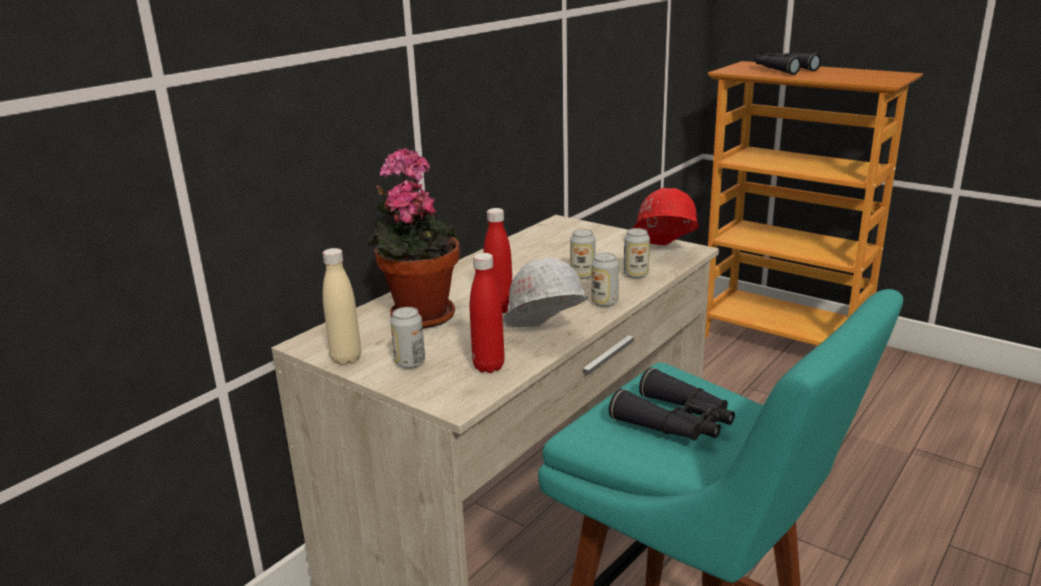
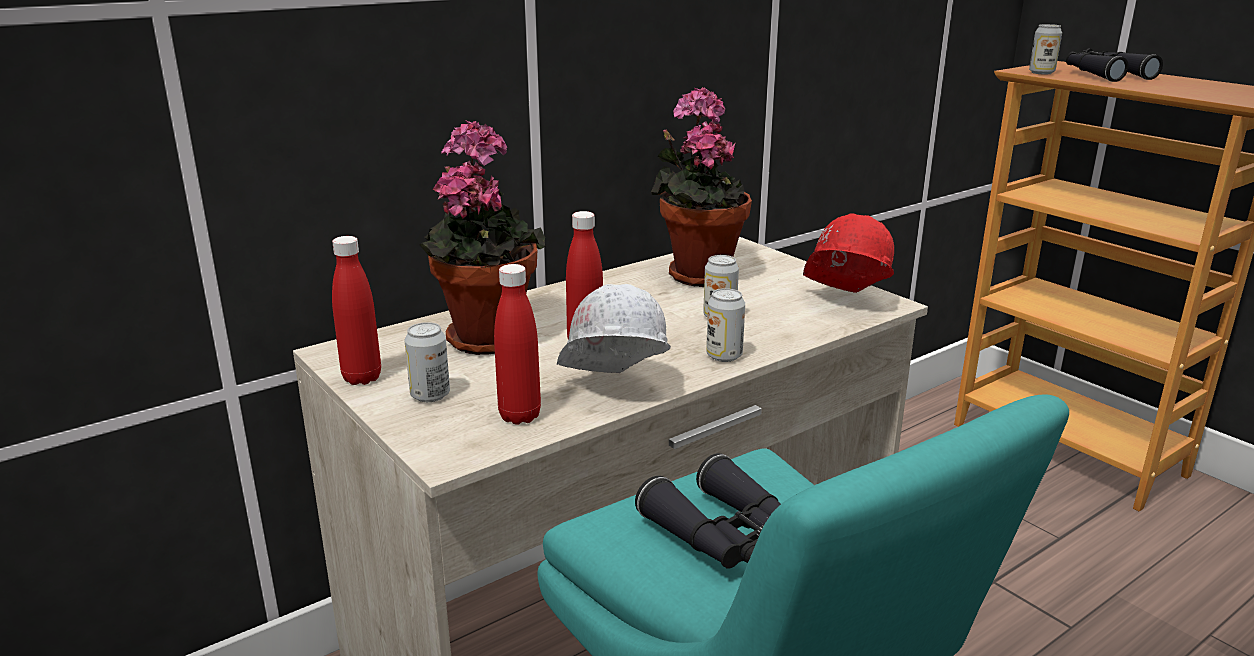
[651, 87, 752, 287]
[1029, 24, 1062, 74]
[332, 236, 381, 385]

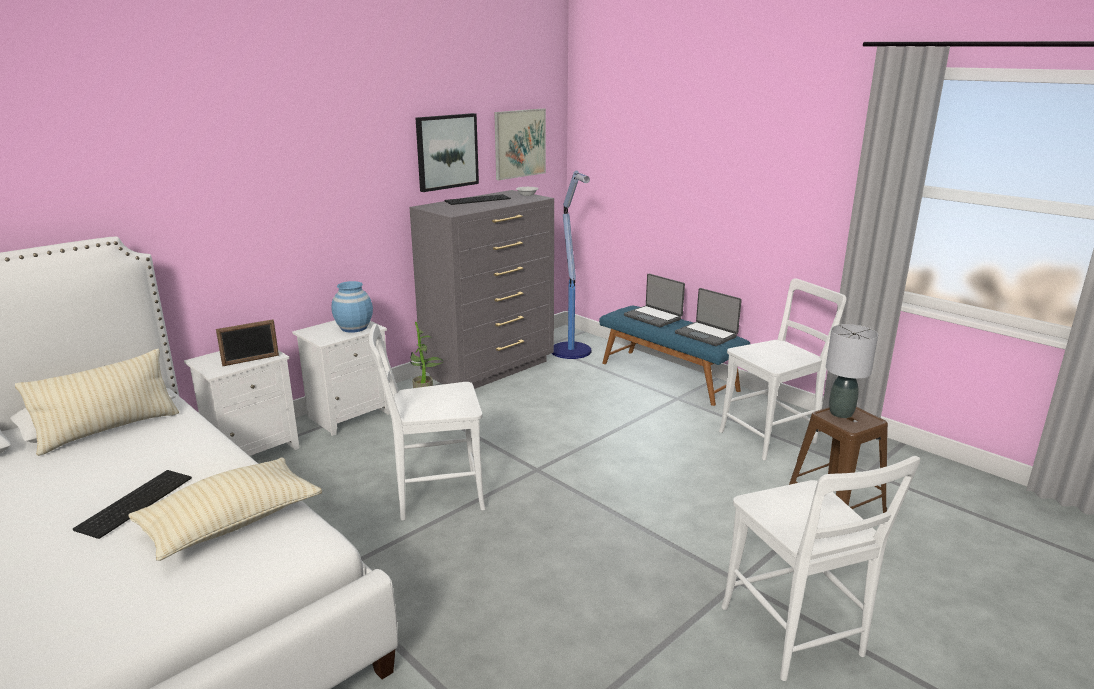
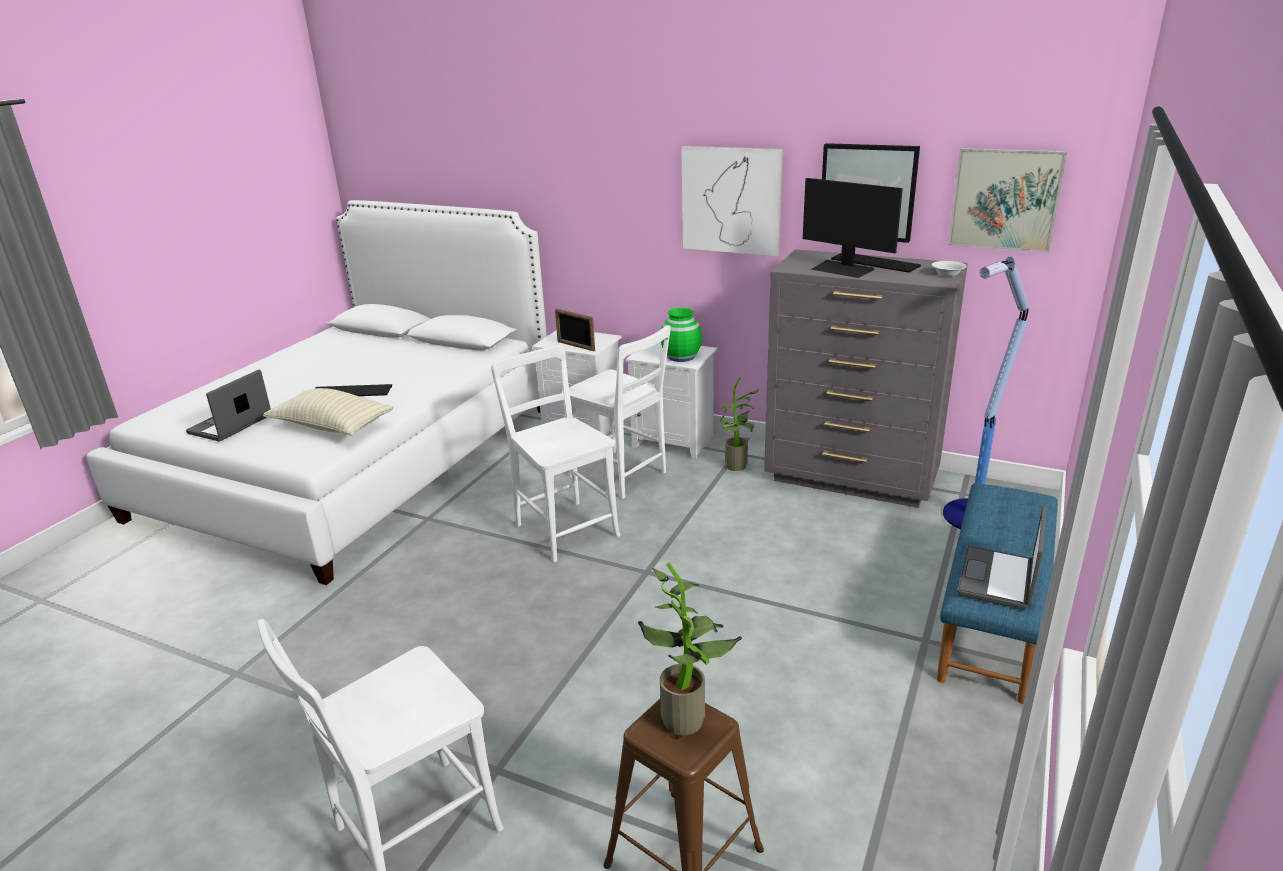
[15, 349, 179, 456] (first image)
[681, 146, 783, 256]
[803, 178, 903, 278]
[186, 370, 271, 442]
[562, 325, 671, 499]
[638, 562, 742, 735]
[661, 308, 702, 362]

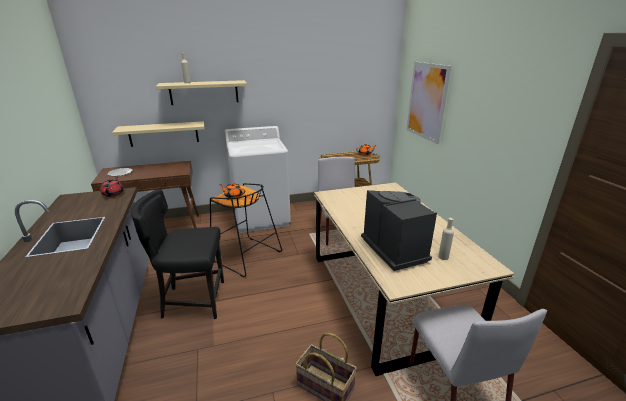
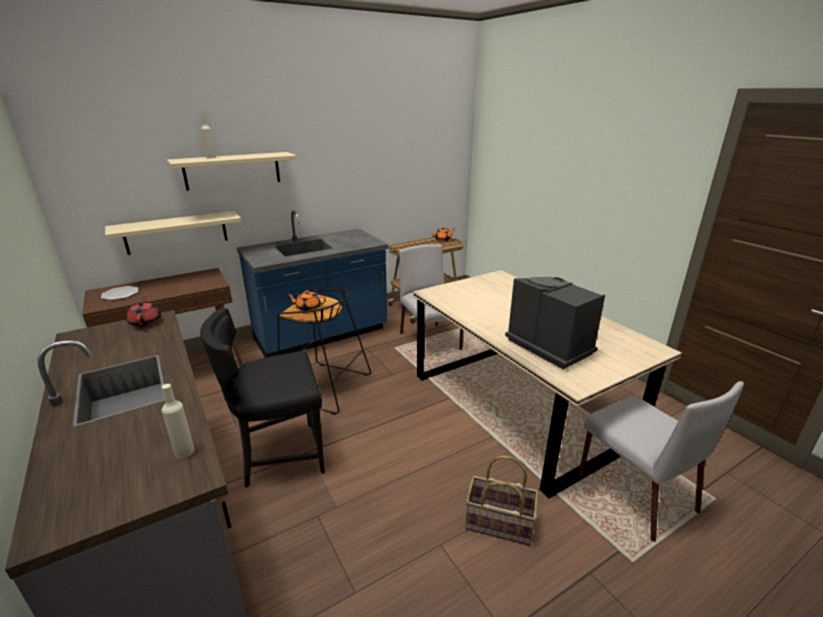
[406, 62, 451, 144] (first image)
[161, 384, 195, 459]
[237, 211, 388, 358]

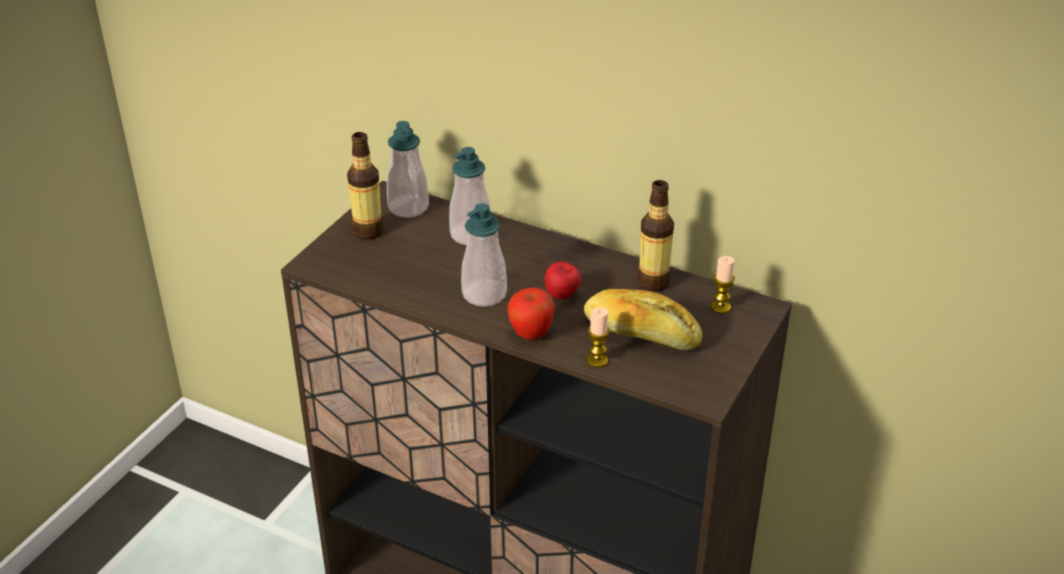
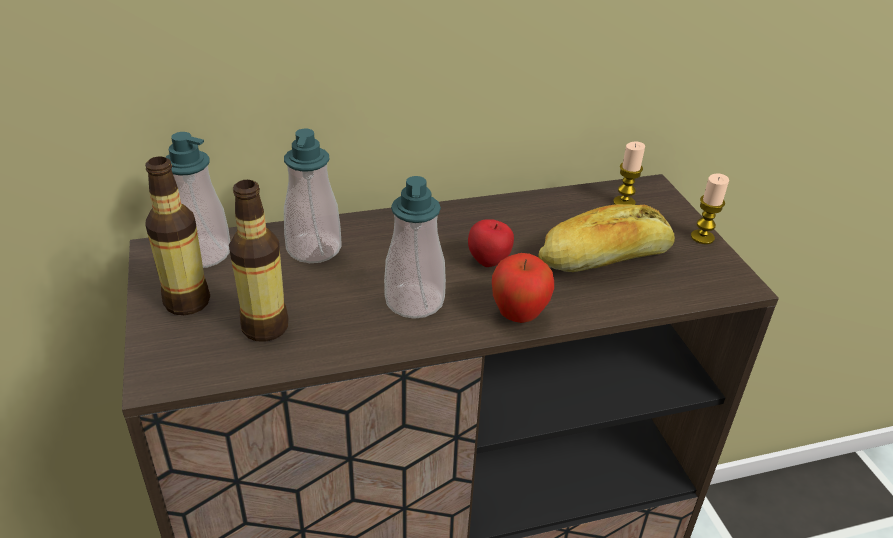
[691, 173, 729, 244]
[229, 180, 288, 342]

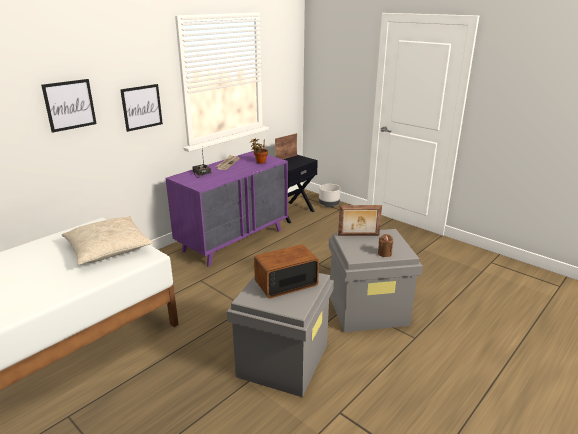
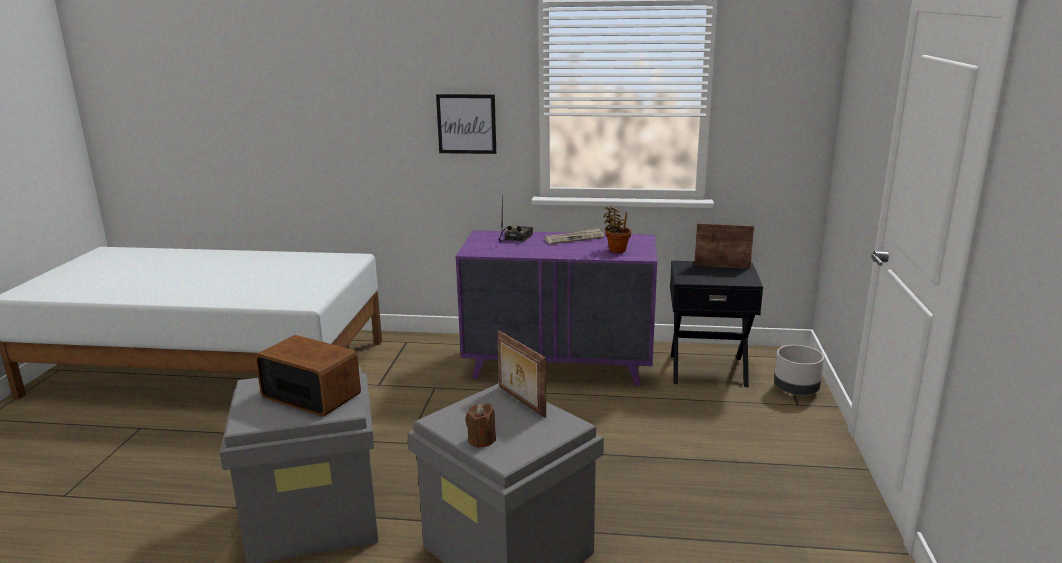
[41, 79, 97, 133] (first image)
[62, 216, 153, 265] (first image)

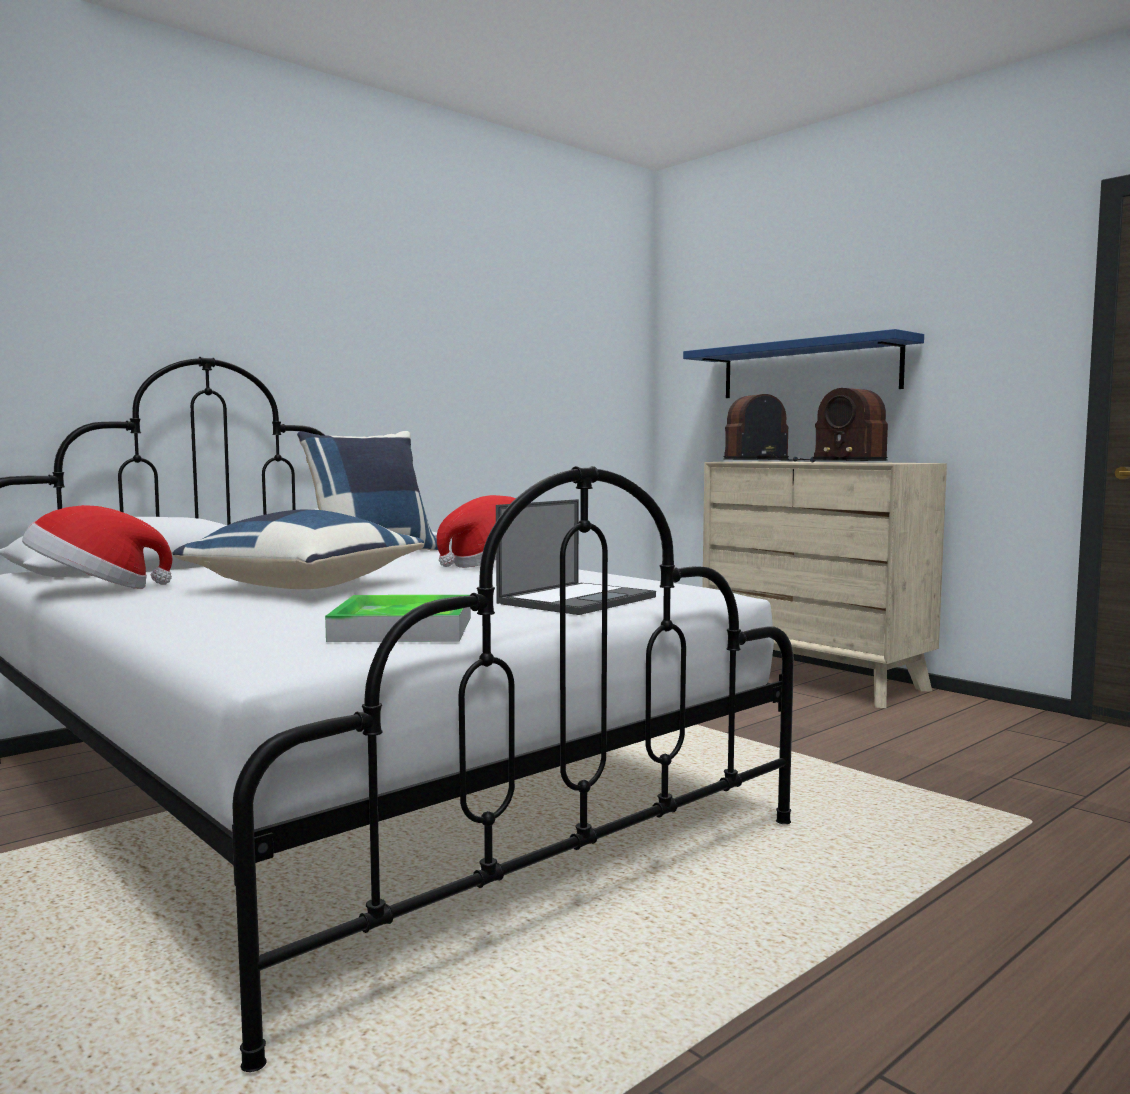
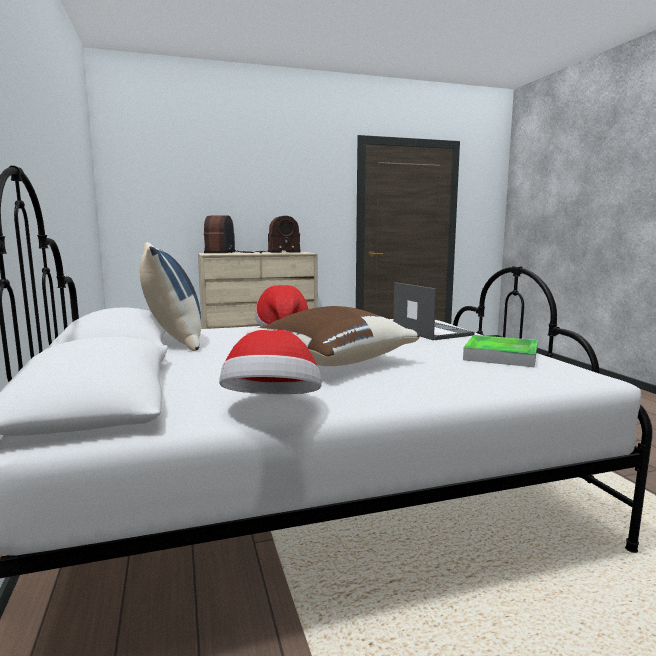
[683, 329, 924, 398] (first image)
[246, 306, 419, 366]

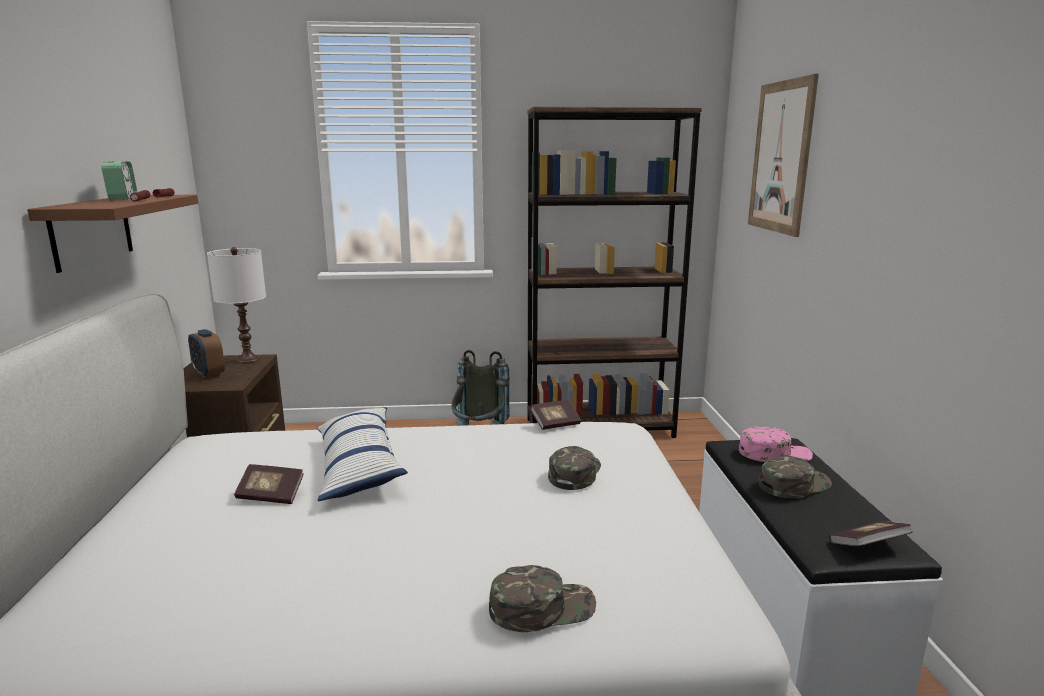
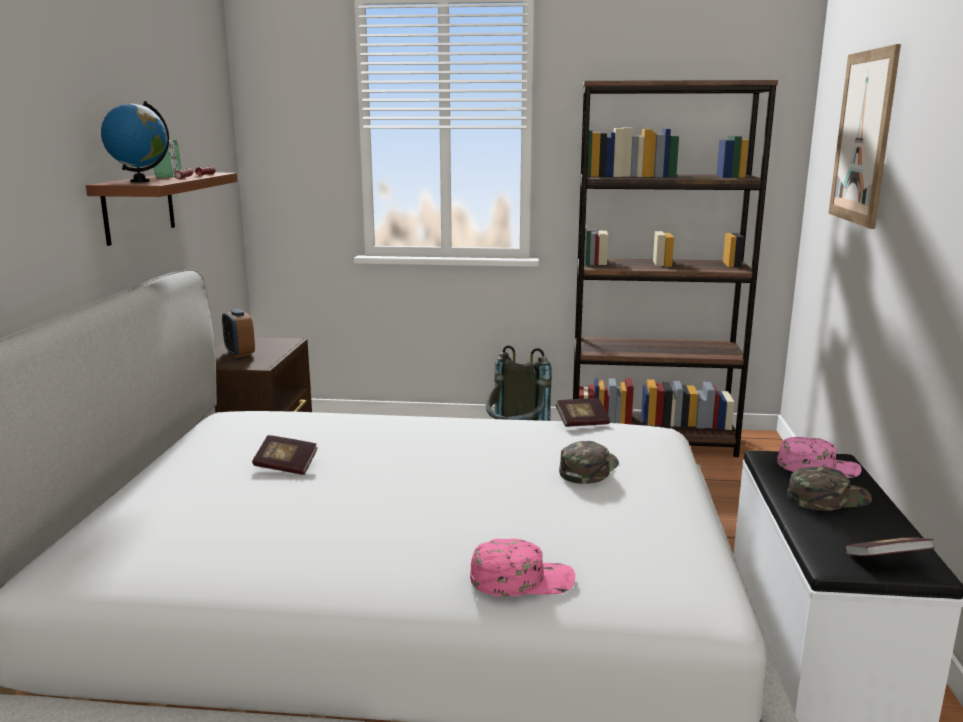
[207, 247, 266, 364] (first image)
[317, 407, 408, 501] (first image)
[101, 101, 169, 183]
[470, 539, 575, 597]

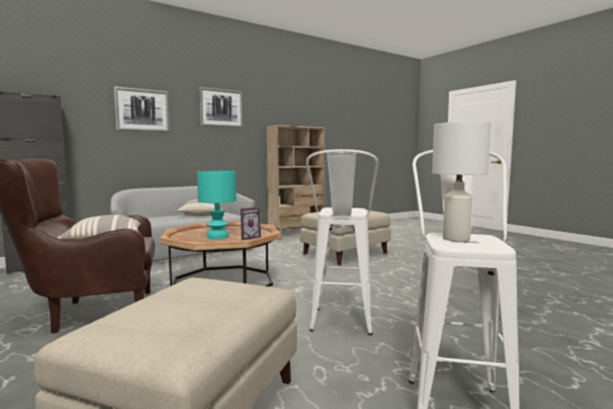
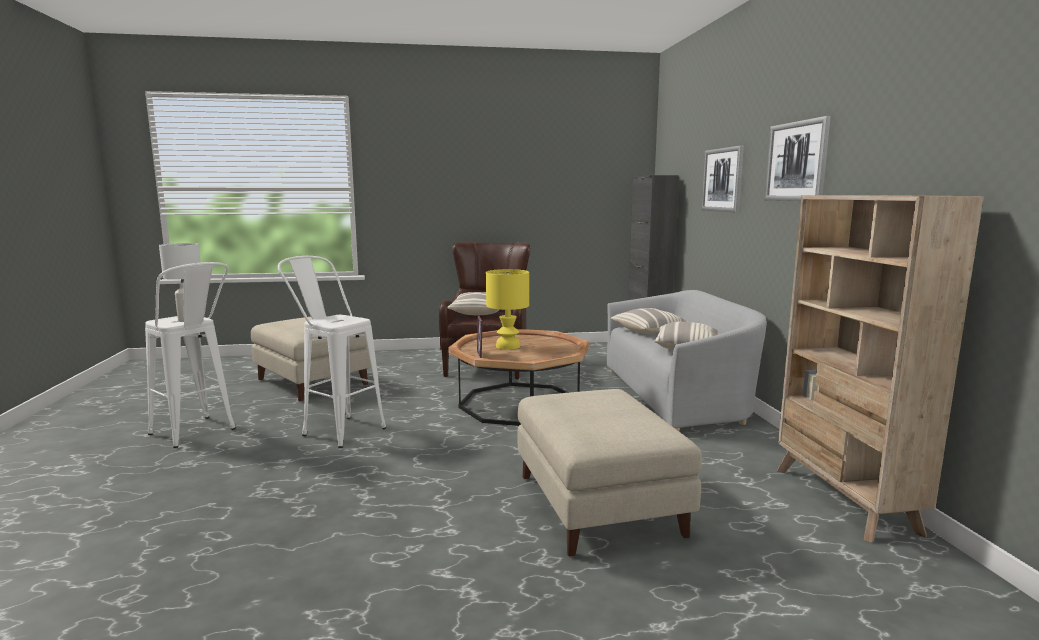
[611, 308, 687, 334]
[486, 269, 529, 350]

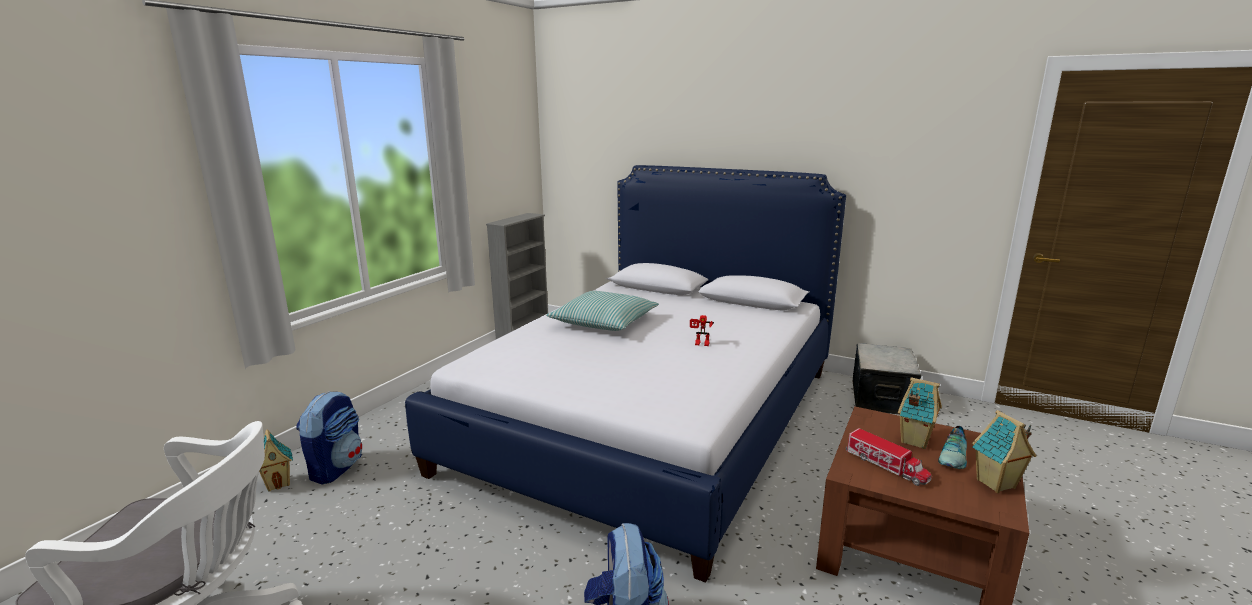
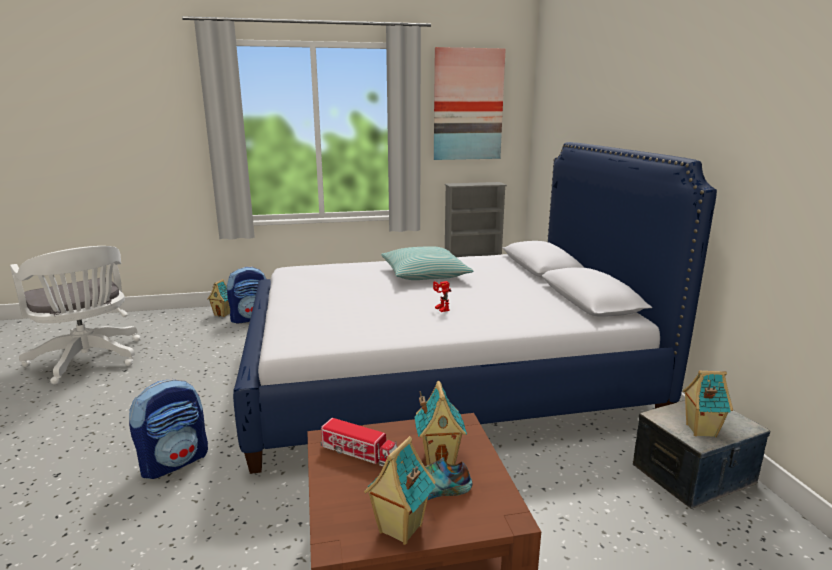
[434, 47, 506, 160]
[683, 371, 733, 437]
[320, 418, 397, 466]

